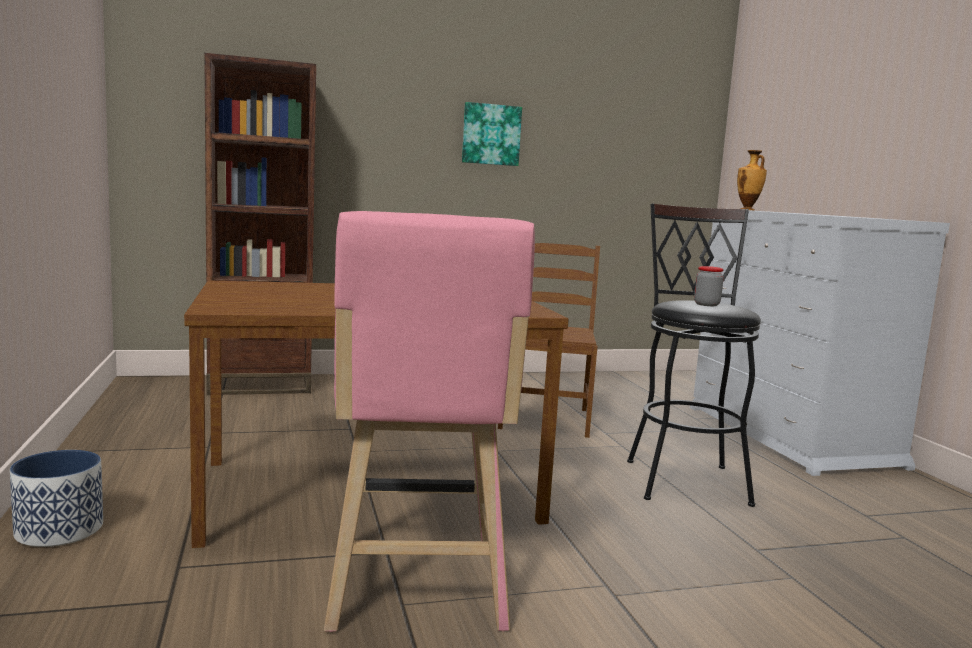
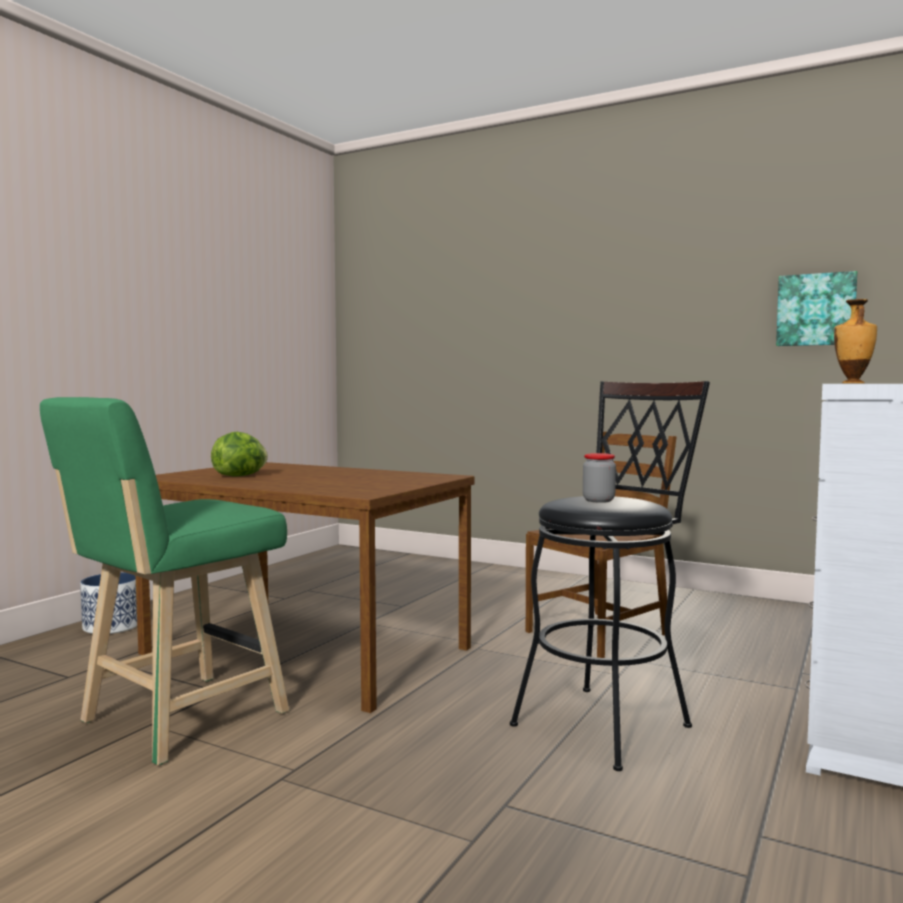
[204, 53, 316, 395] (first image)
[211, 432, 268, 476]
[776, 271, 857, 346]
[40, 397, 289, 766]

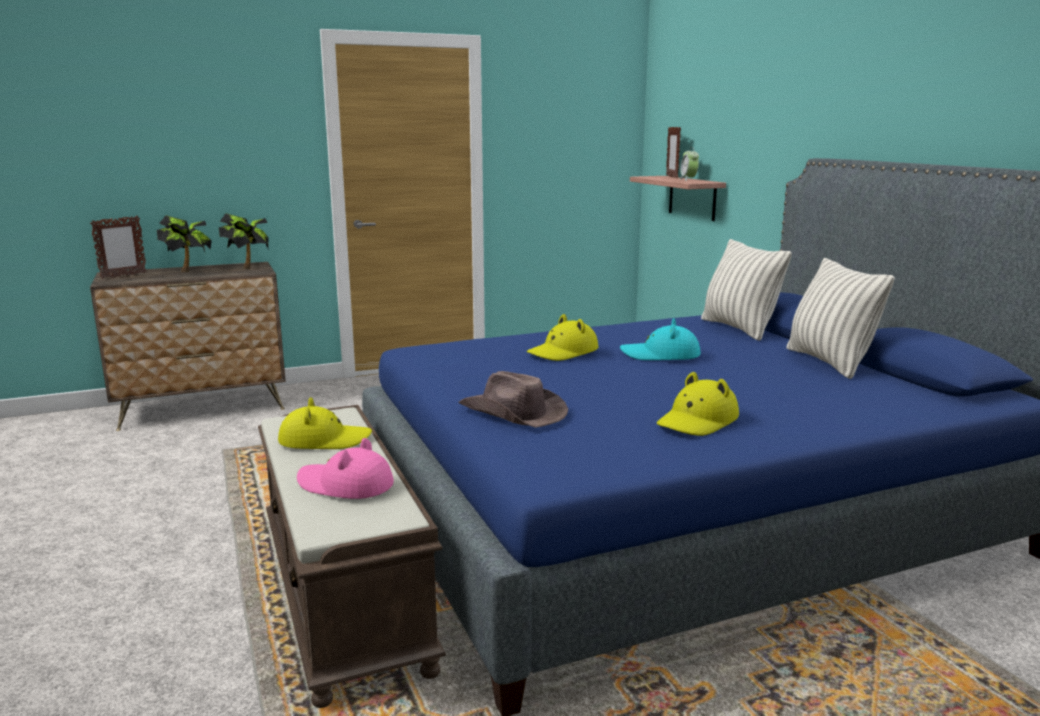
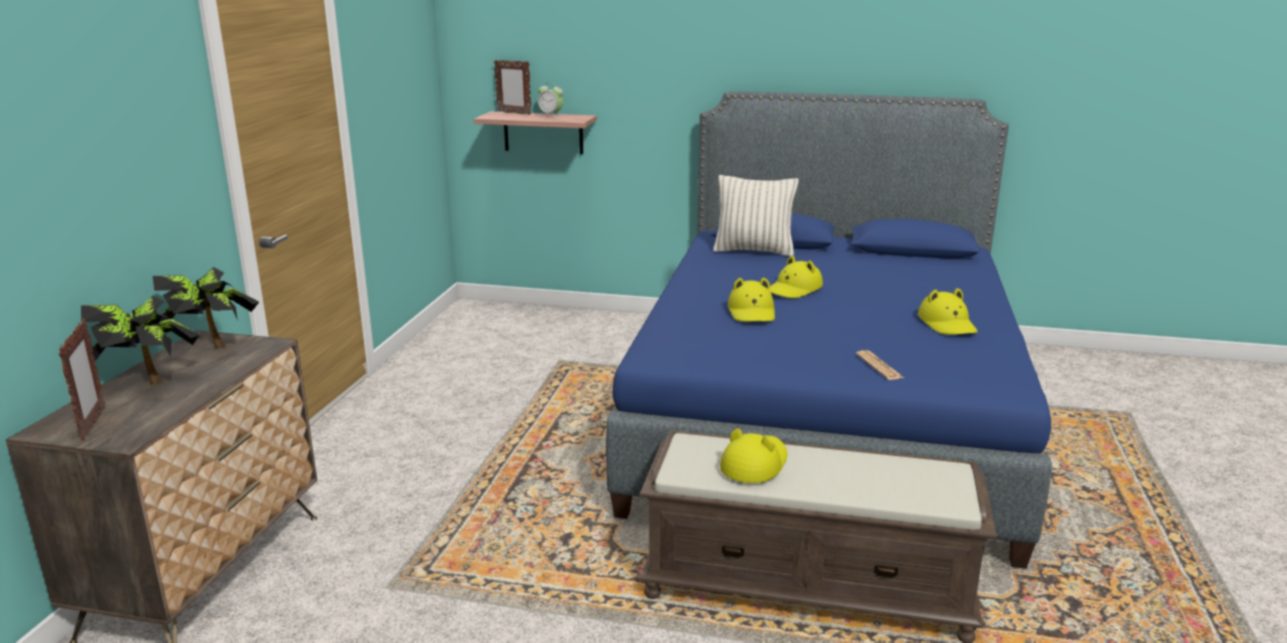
[297, 438, 394, 499] (first image)
[786, 258, 895, 379] (first image)
[856, 350, 904, 380]
[769, 256, 823, 298]

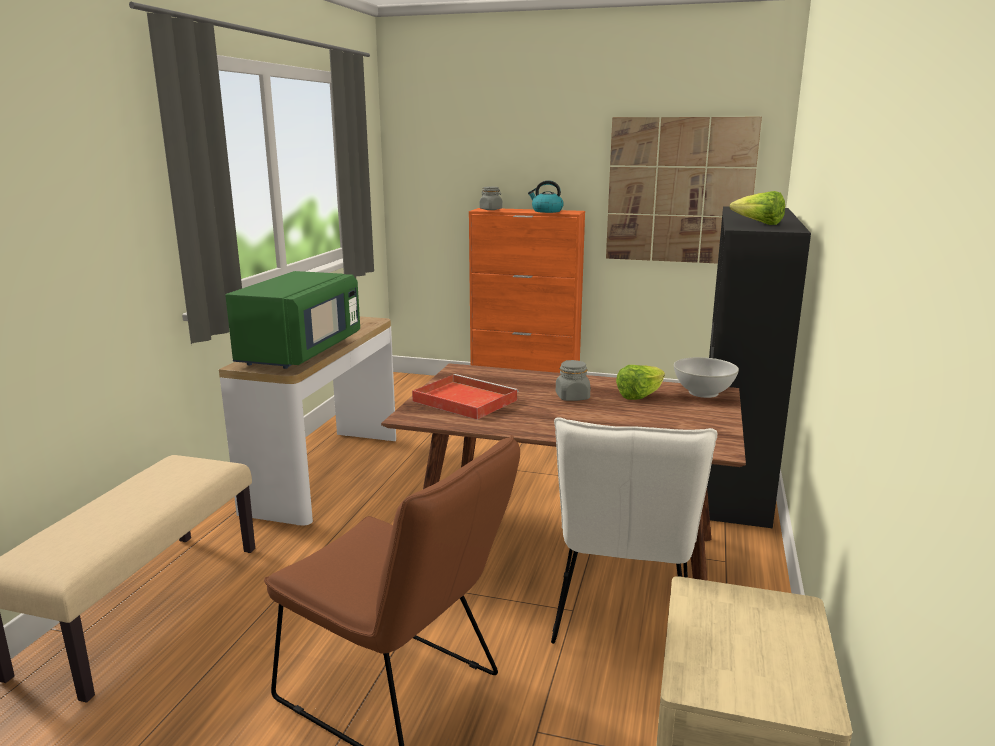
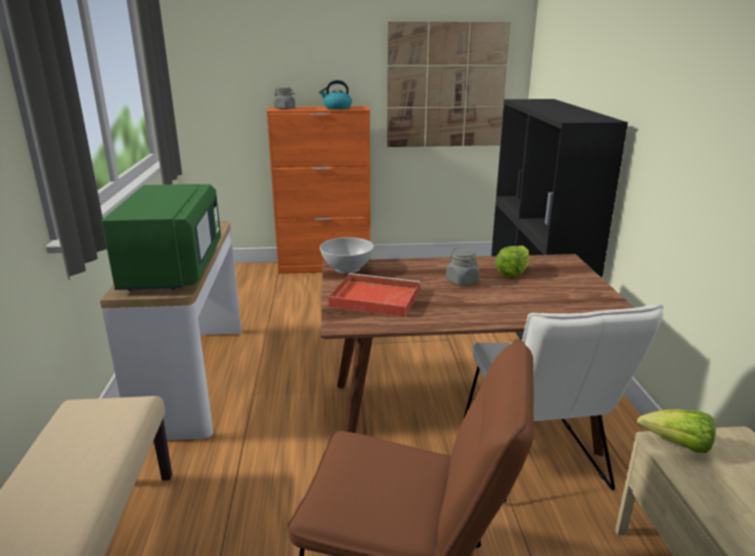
[320, 237, 374, 273]
[637, 409, 716, 453]

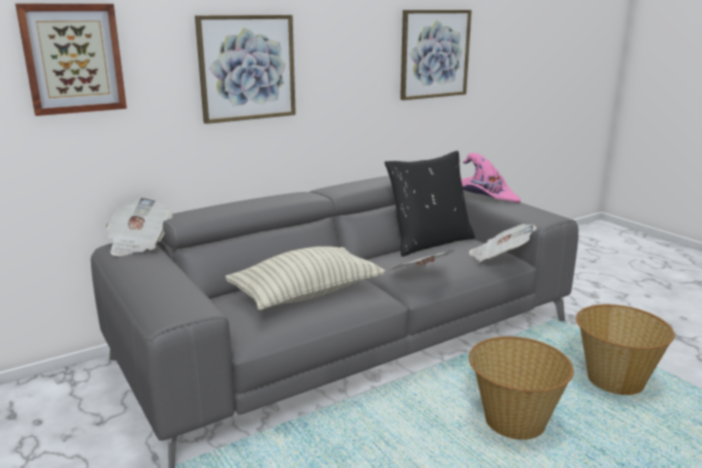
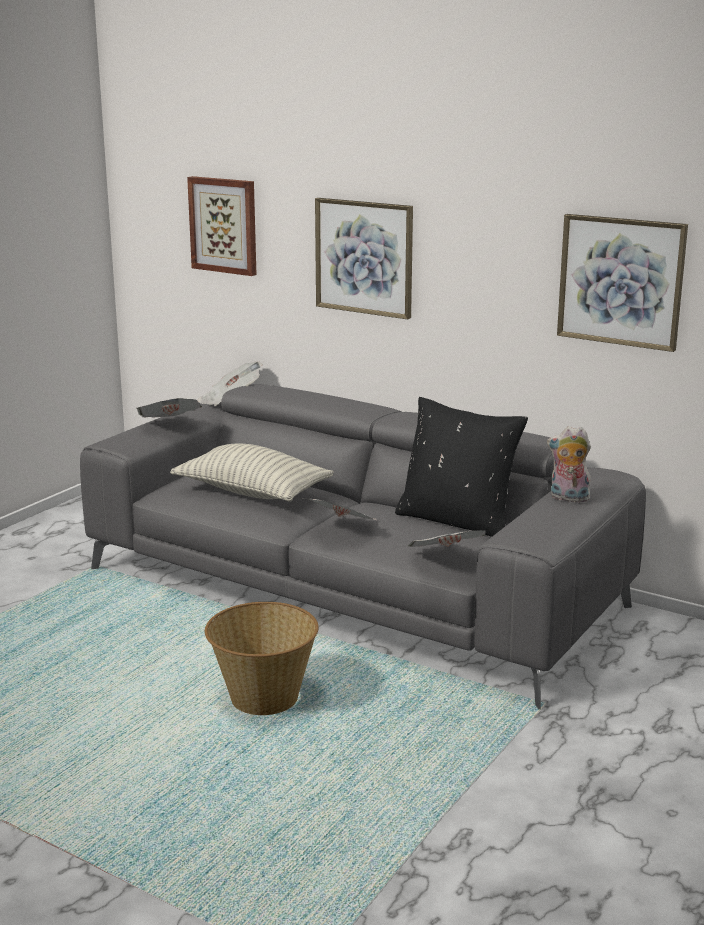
[576, 304, 675, 395] (first image)
[136, 398, 202, 418]
[547, 426, 591, 502]

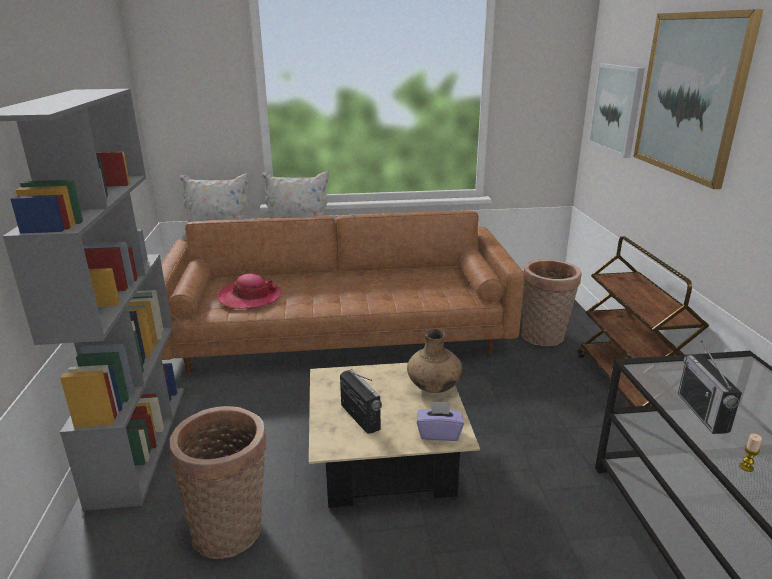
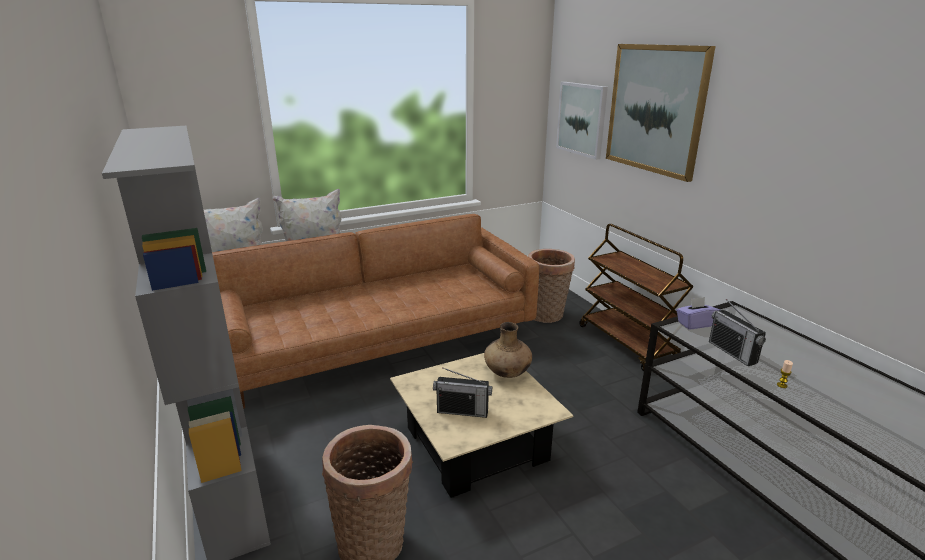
[218, 274, 282, 309] (first image)
[676, 297, 720, 329]
[433, 367, 492, 418]

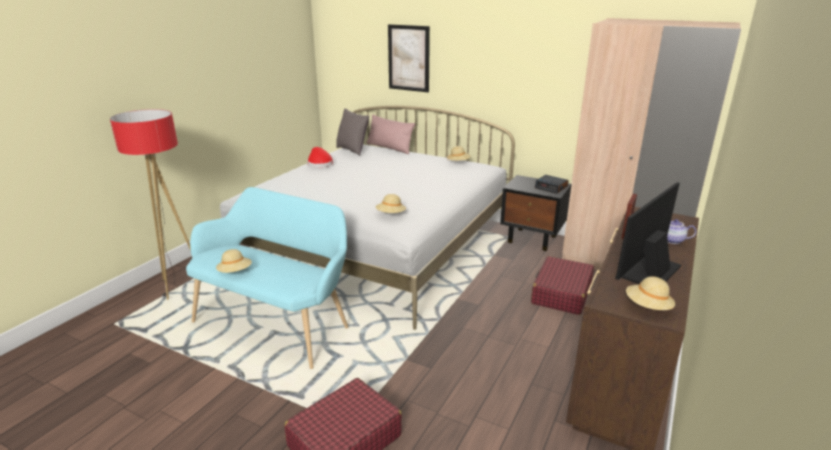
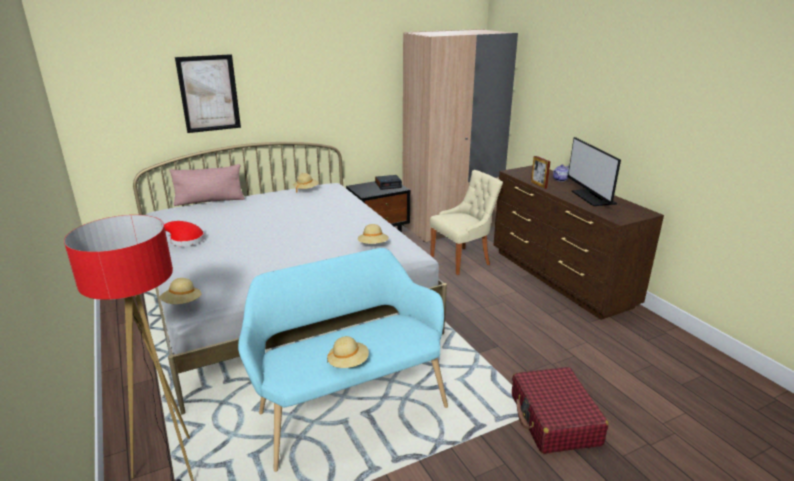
[336, 109, 369, 156] (first image)
[160, 278, 201, 304]
[430, 170, 503, 275]

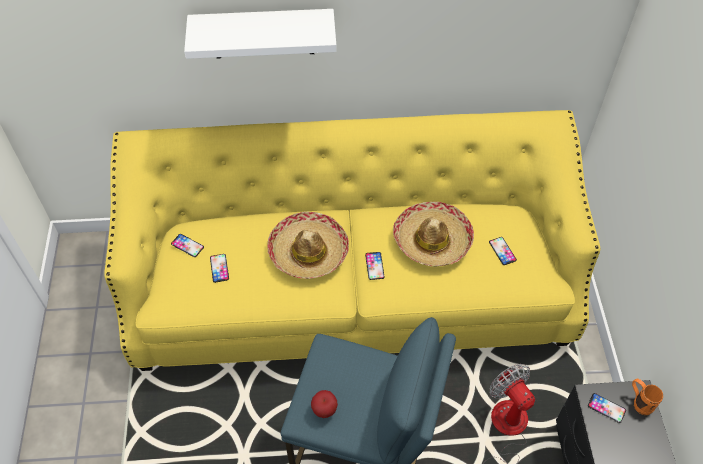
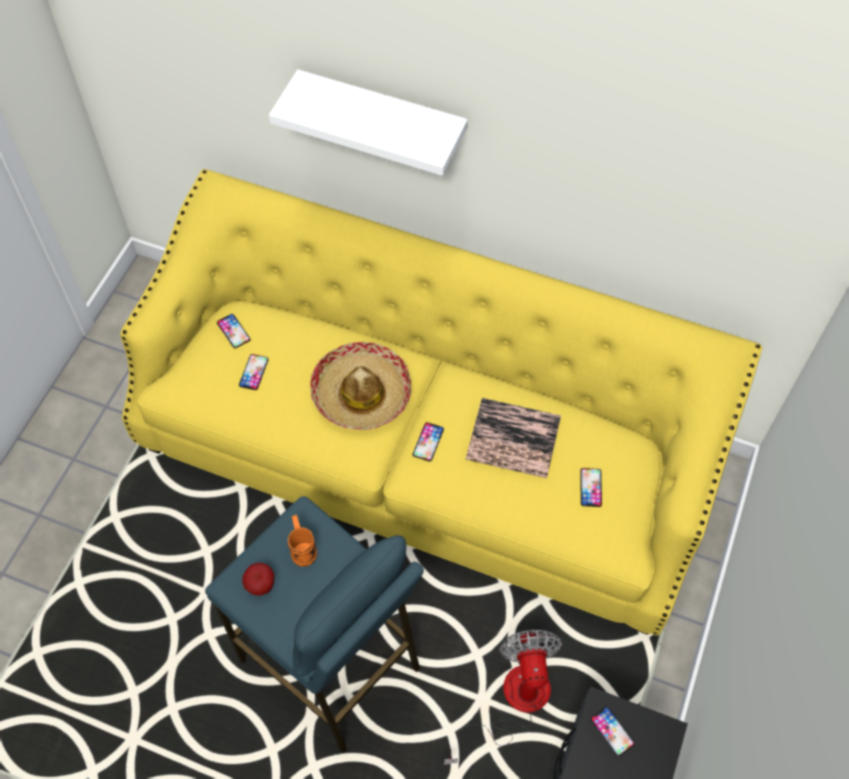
[288, 515, 317, 567]
[466, 398, 561, 478]

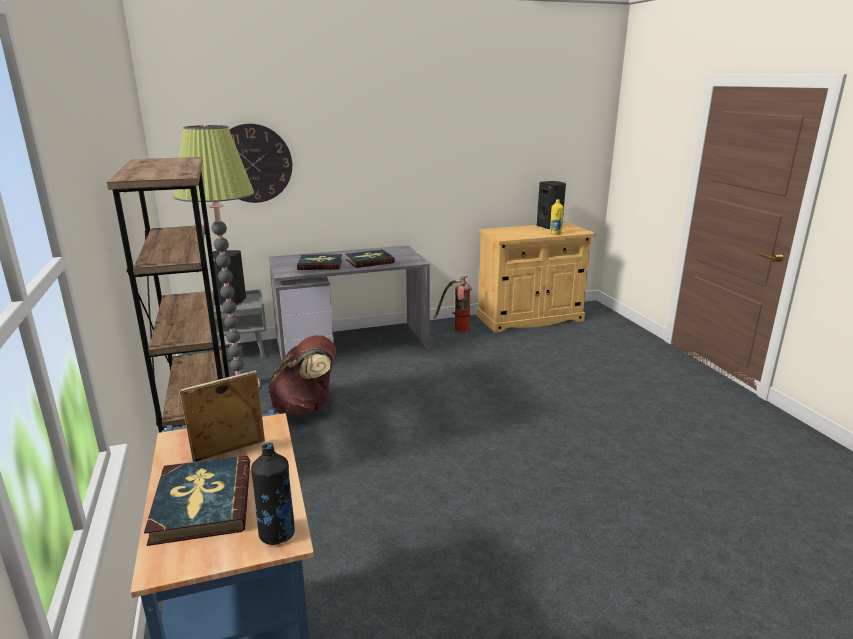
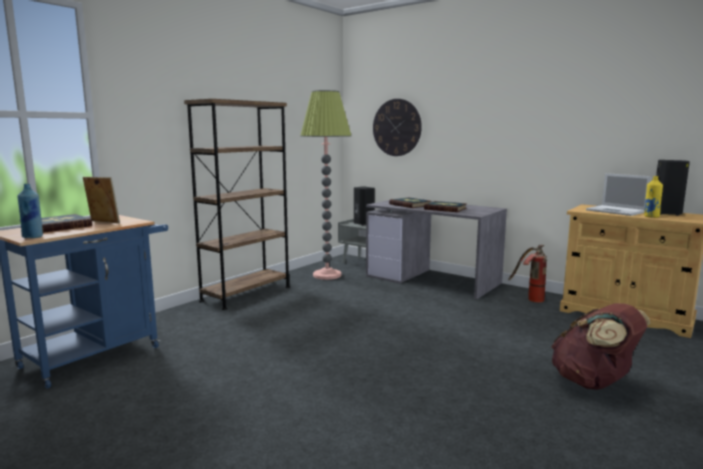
[586, 173, 651, 216]
[551, 303, 650, 390]
[17, 184, 43, 238]

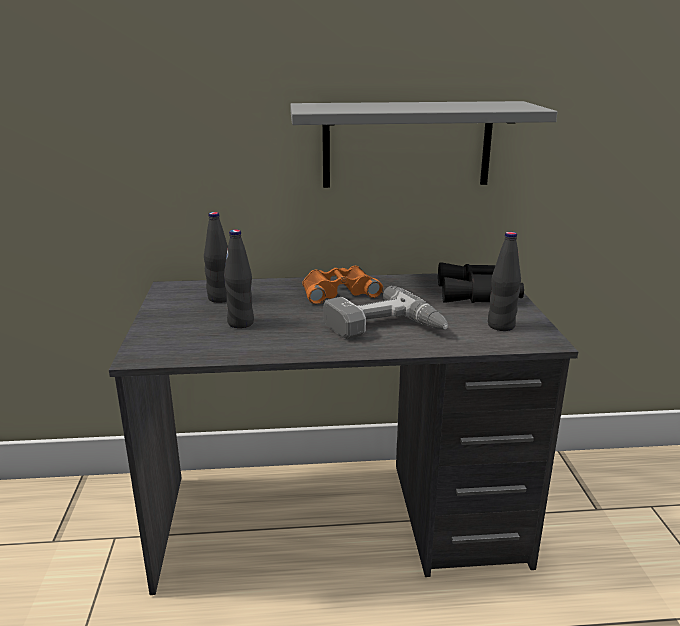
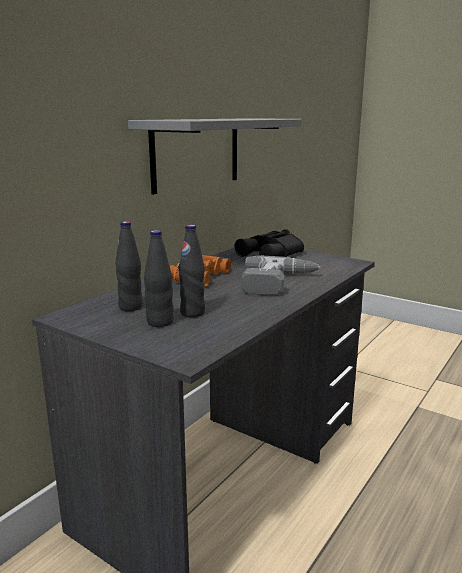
[144, 230, 174, 327]

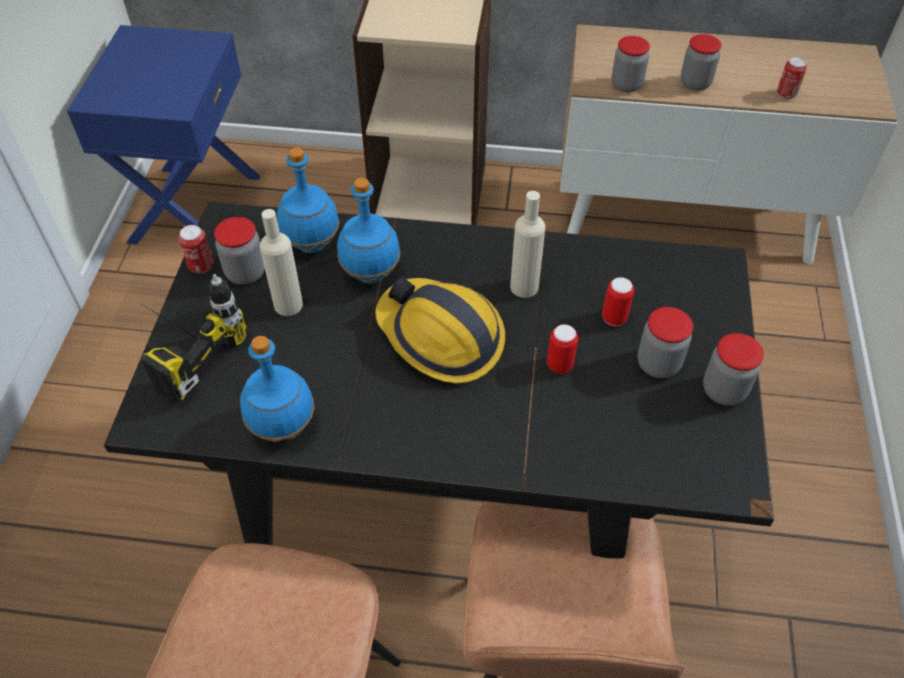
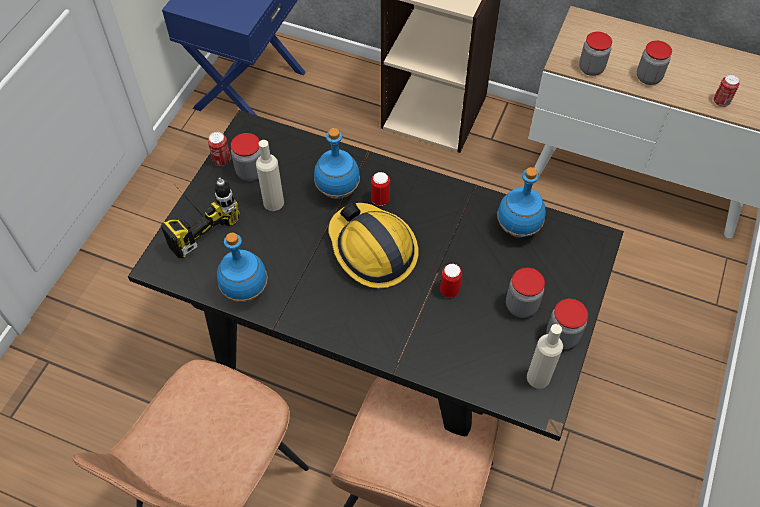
[497, 167, 546, 238]
[527, 324, 563, 389]
[371, 172, 390, 206]

